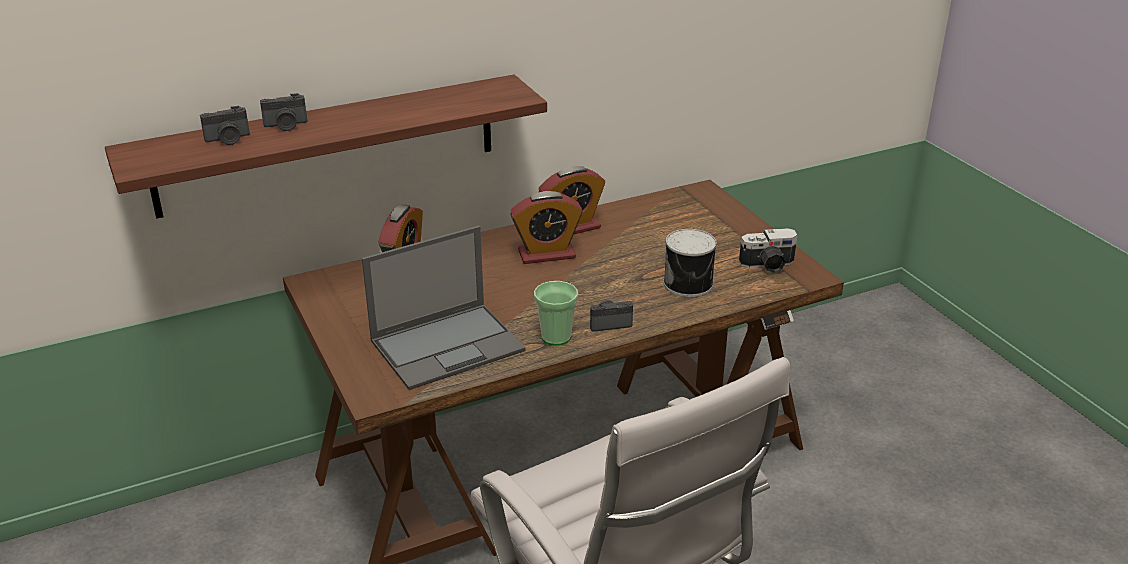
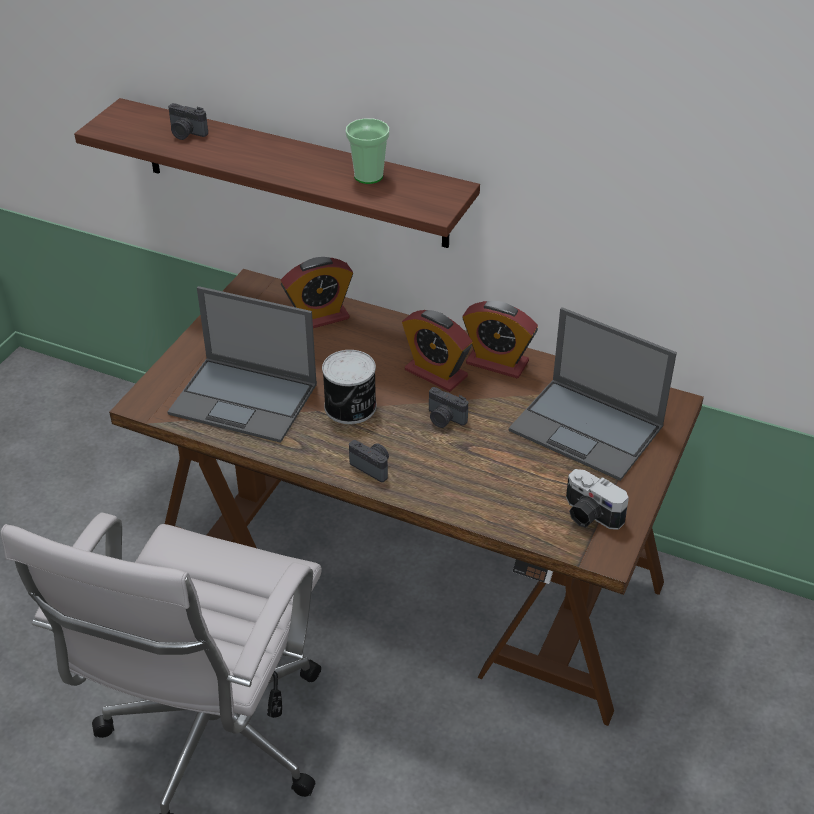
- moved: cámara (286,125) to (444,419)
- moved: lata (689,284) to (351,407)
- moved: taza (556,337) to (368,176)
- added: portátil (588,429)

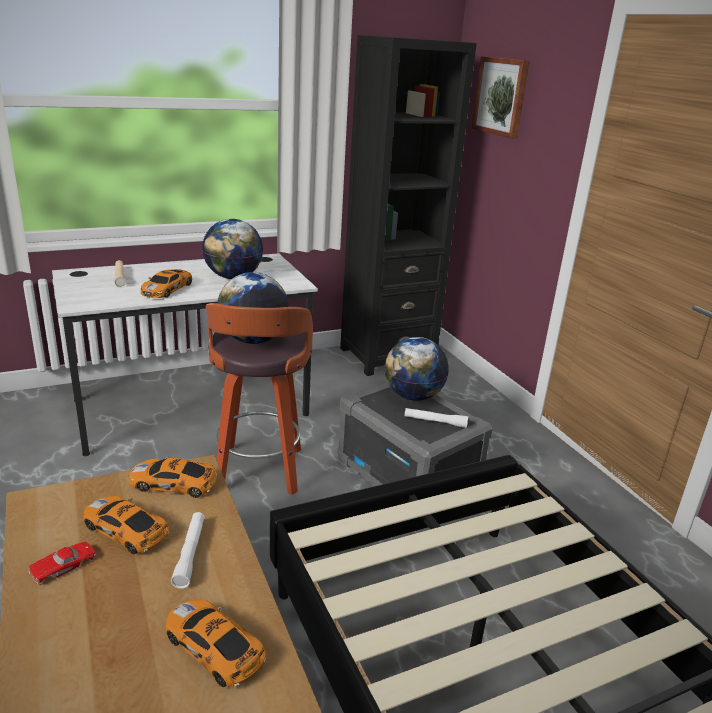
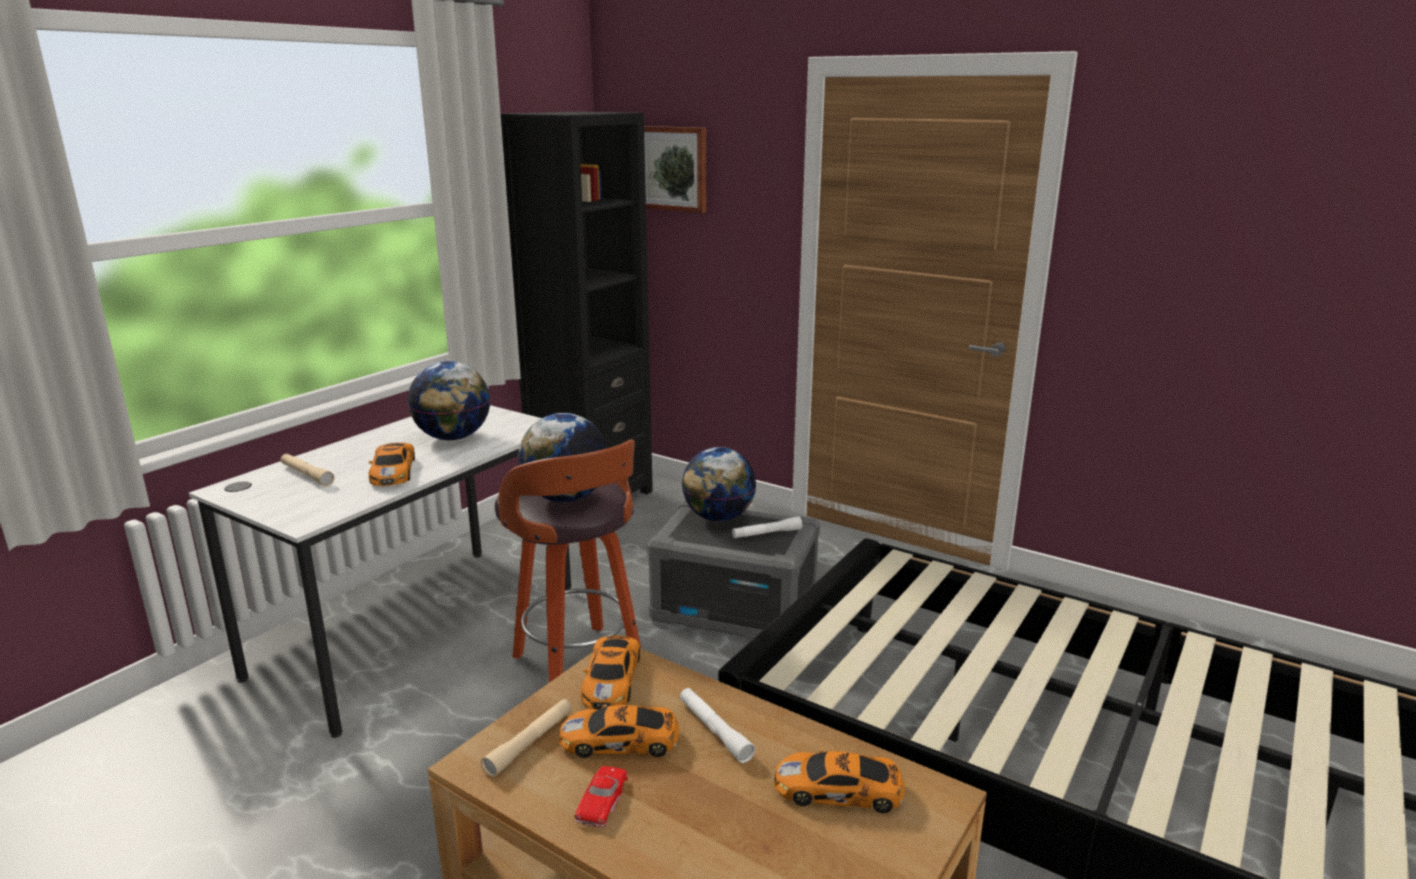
- turned: coche de juguete (175,483) = (612,679) 60 degrees counterclockwise
- added: linterna (beis) (530,743)

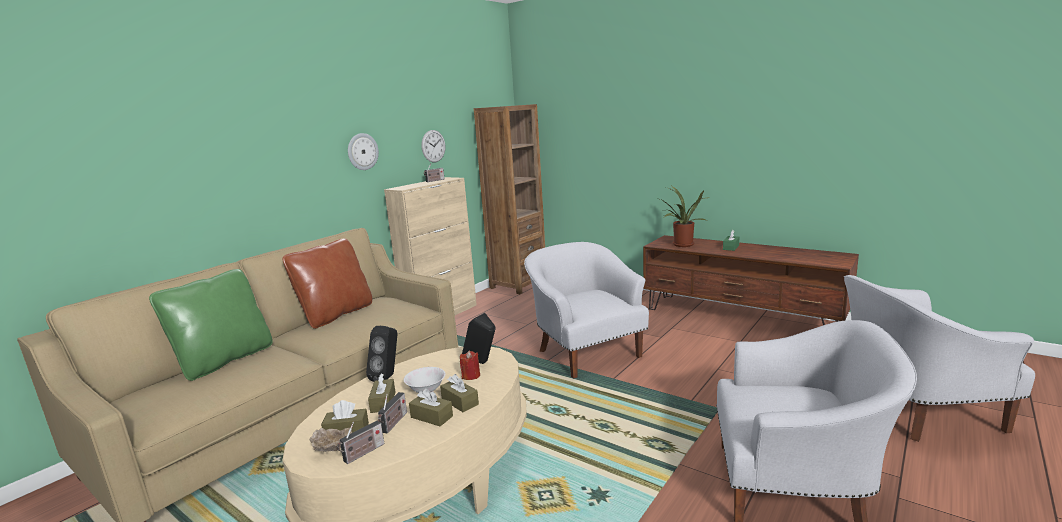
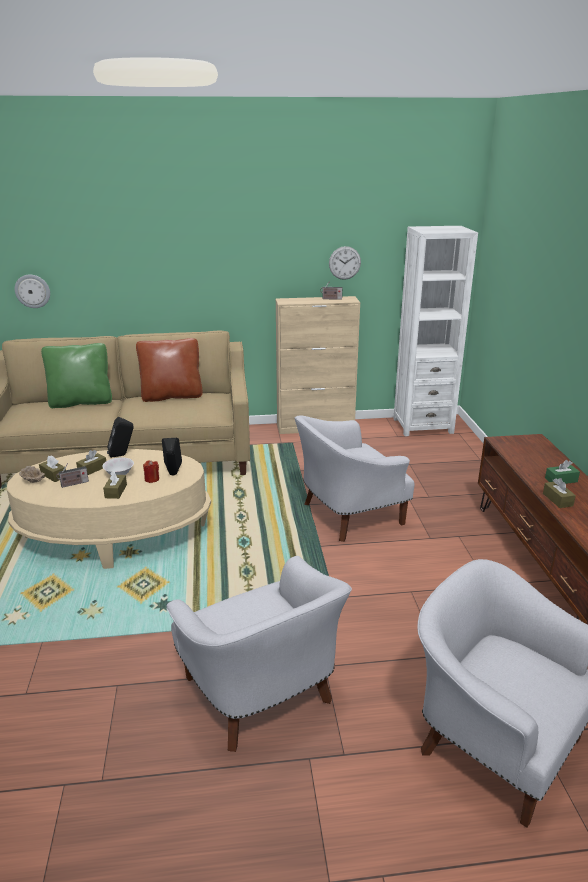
- recoloured: estantería (marrón) (518,284) to estantería (blanco) (422,425)
- moved: reloj de pared (362,151) to (32,291)
- removed: planta en maceta (681,245)
- turned: sillón (blanco) (586,352) = (347,514) 135 degrees counterclockwise
- moved: caja de pañuelos (marrón) (431,417) to (557,499)
- removed: radio (362,454)

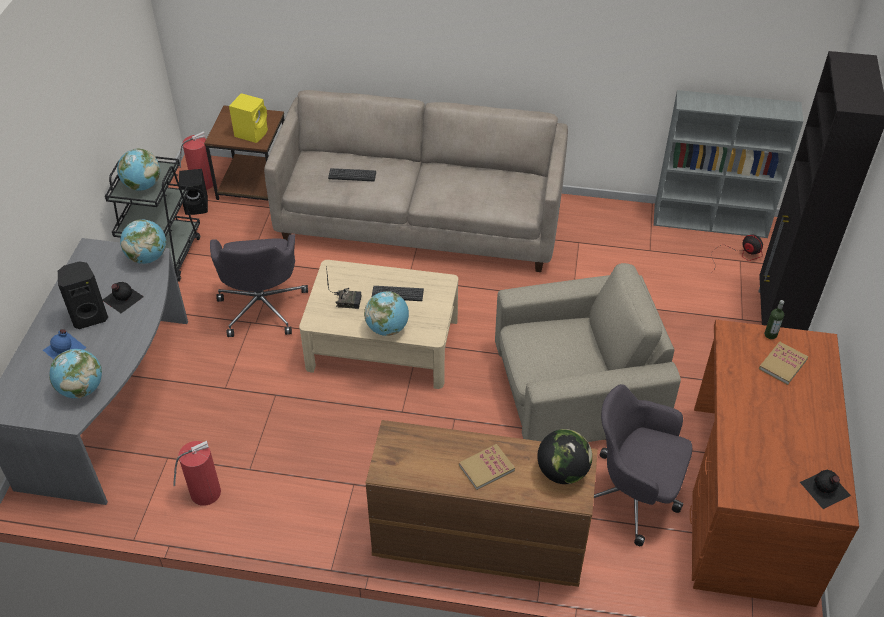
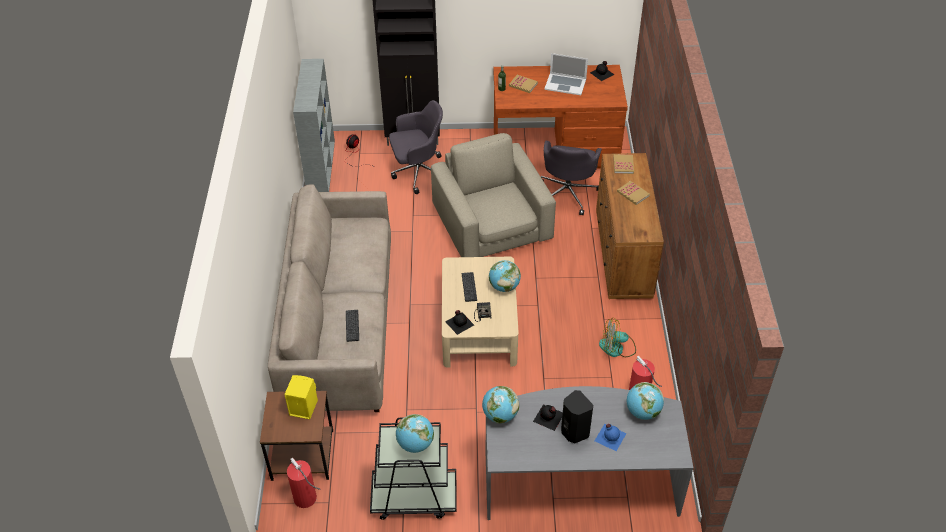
- removed: altavoz (negro) (197,206)
- moved: silla de oficina (gris) (262,306) to (418,172)
- replaced: globo terráqueo (562,472) to libro (623,165)
- added: portátil (565,84)
- added: botella (negro) (459,323)
- added: ventilador (617,348)

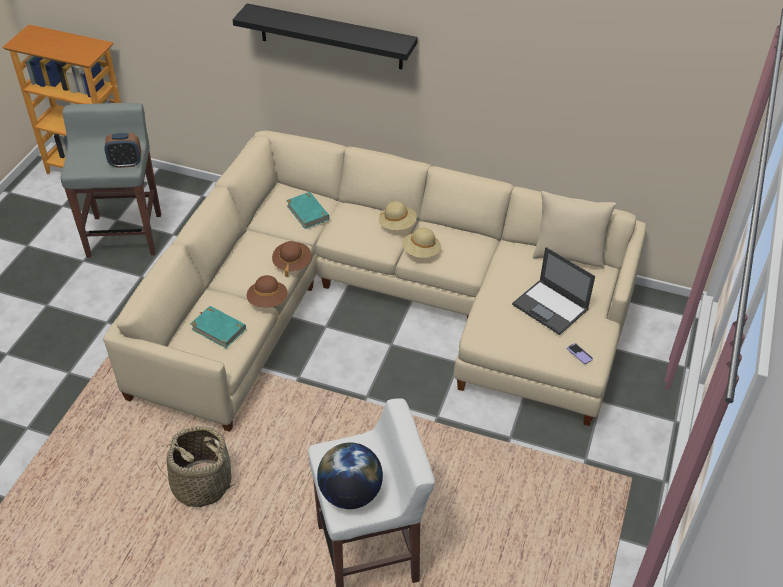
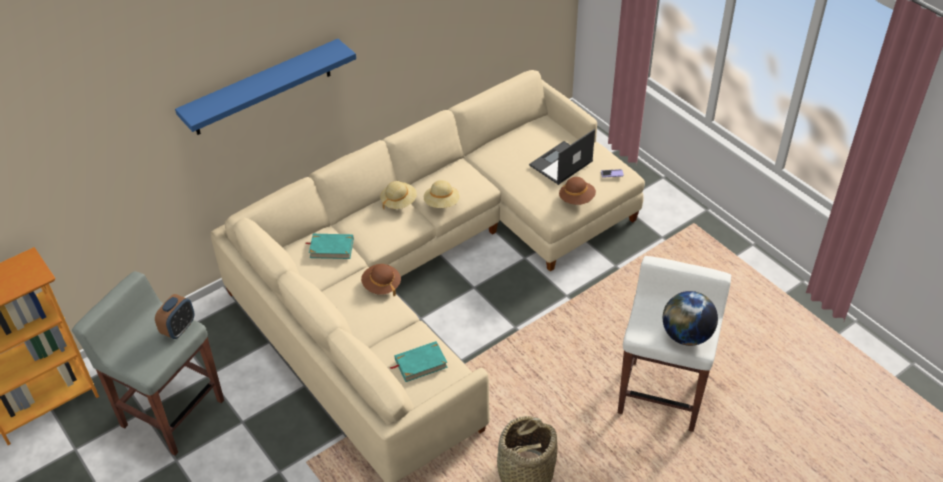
- recoloured: estante (negro) (331,37) to estante (azul) (262,88)
- removed: cojín (beis) (568,255)
- turned: portátil (551,307) = (560,164) 150 degrees clockwise
- moved: sombrero (marrón) (268,301) to (577,199)

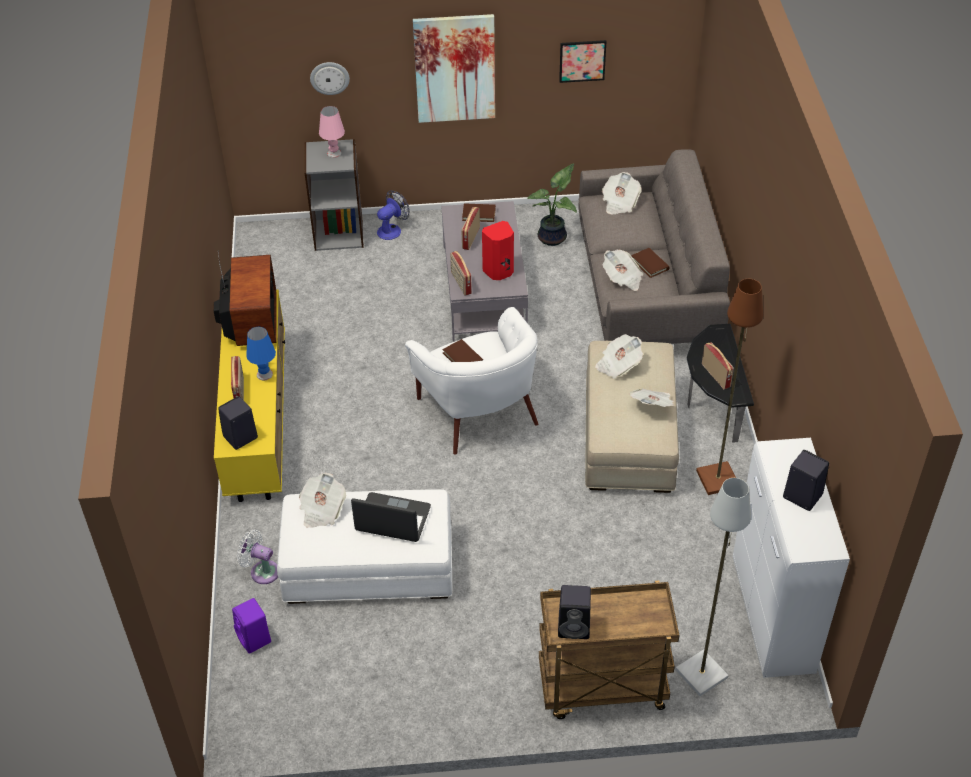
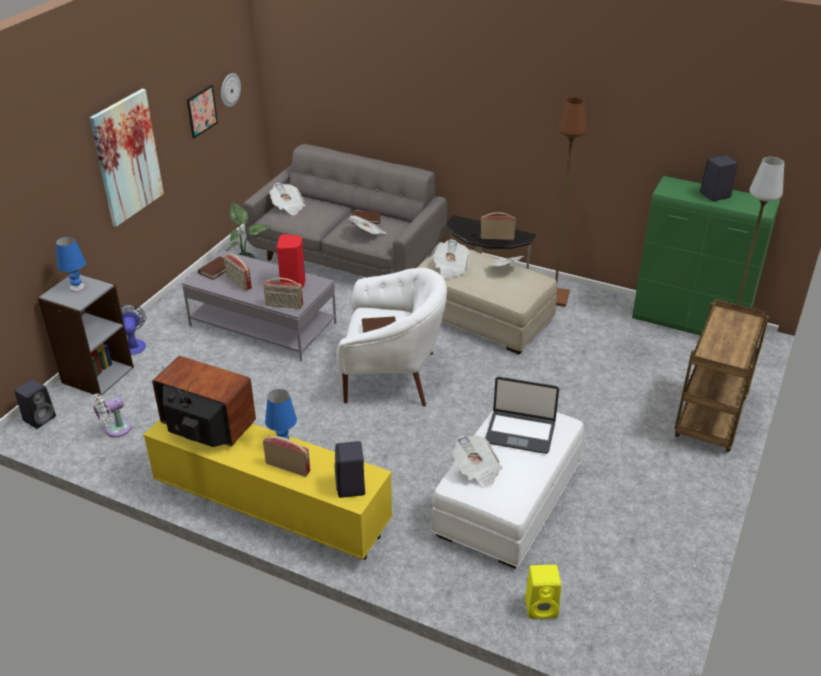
- moved: reloj de pared (329,77) to (230,90)
- recoloured: lámpara de mesa (rosa) (334,153) to lámpara de mesa (azul) (77,287)
- recoloured: armario (blanco) (772,617) to armario (verde) (690,323)
- turned: portátil (392,519) = (520,432) 120 degrees counterclockwise
- moved: ventilador (blanco) (262,571) to (115,429)
- moved: altavoz (negro) (575,626) to (40,418)
- recoloured: altavoz (morado) (255,639) to altavoz (amarillo) (542,607)

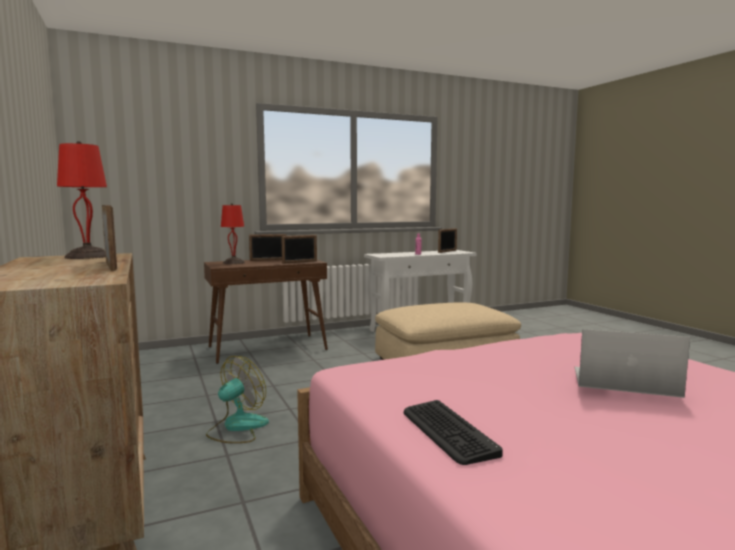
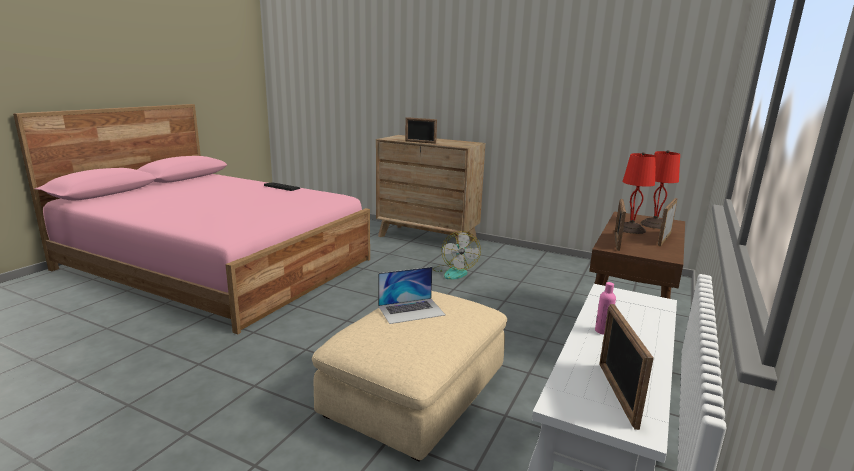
- moved: lámpara de mesa (rojo) (87,256) to (630,229)
- moved: portátil (624,381) to (411,310)

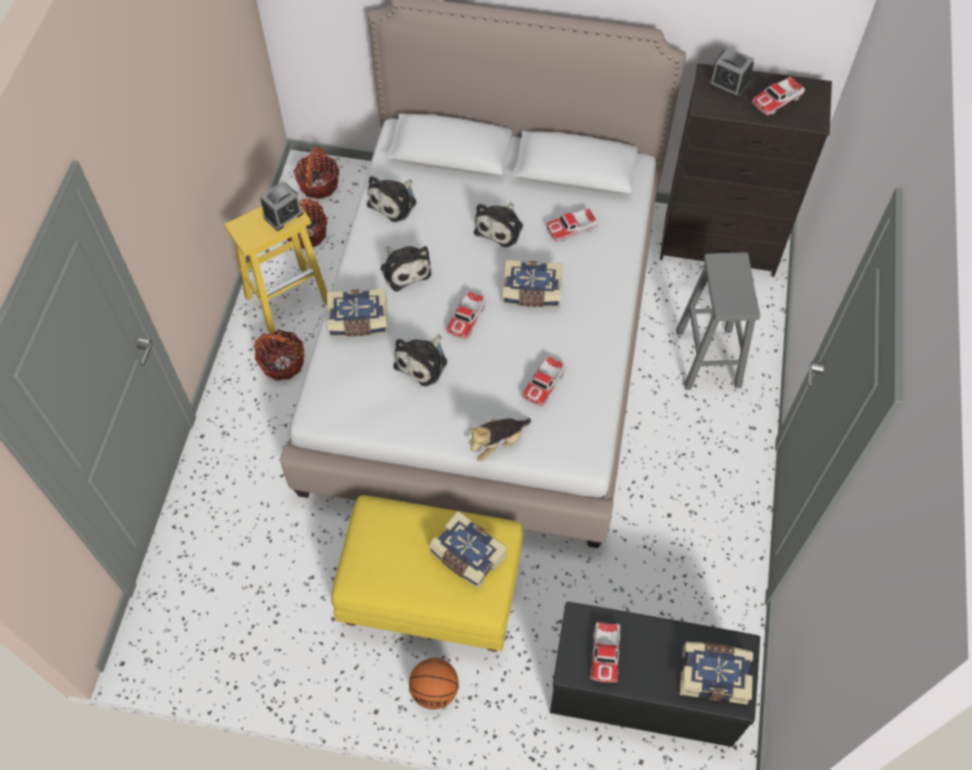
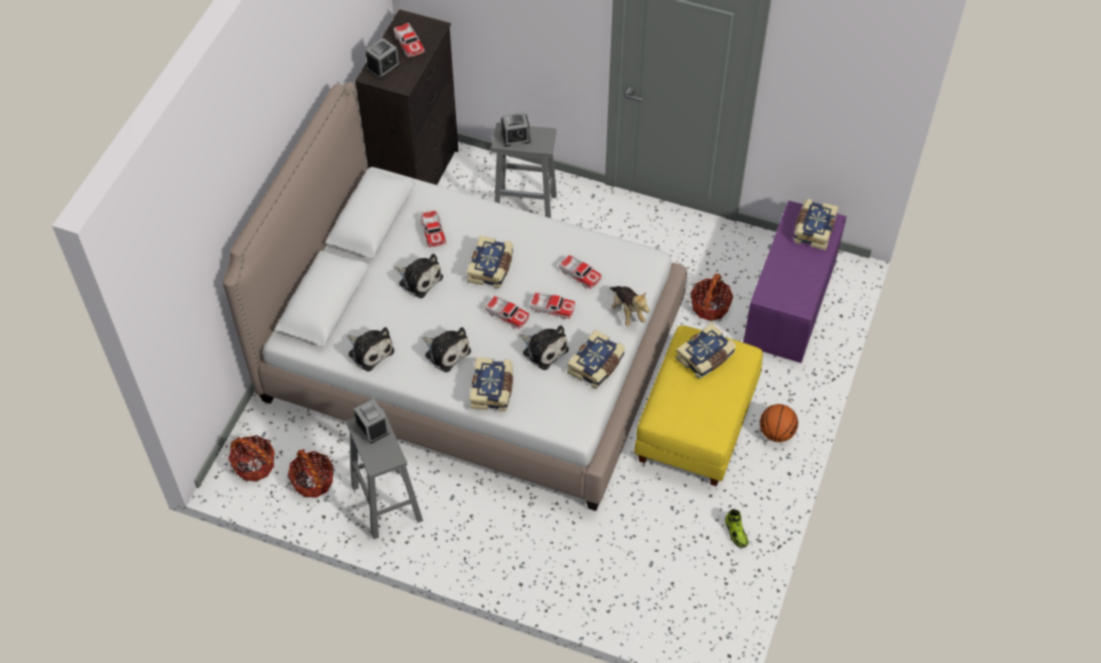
- recoloured: taburete (amarillo) (289,298) to taburete (gris) (386,502)
- turned: peluche (404,269) = (446,352) 60 degrees clockwise
- moved: cesta (282,363) to (710,306)
- recoloured: banco (negro) (643,690) to banco (morado) (790,304)
- moved: coche de juguete (605,653) to (552,308)
- added: despertador (515,137)
- added: libro (597,365)
- added: zapato (736,532)

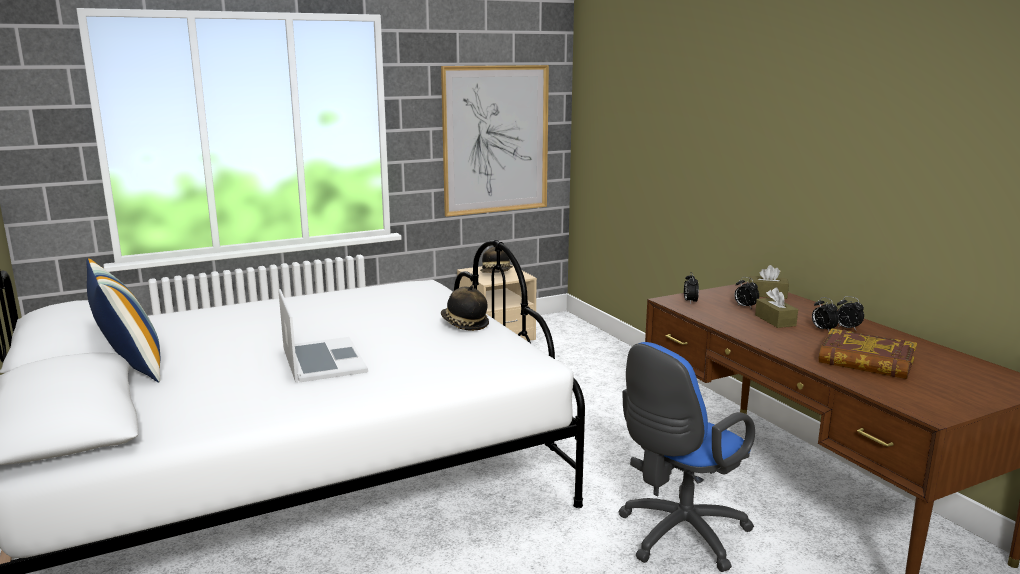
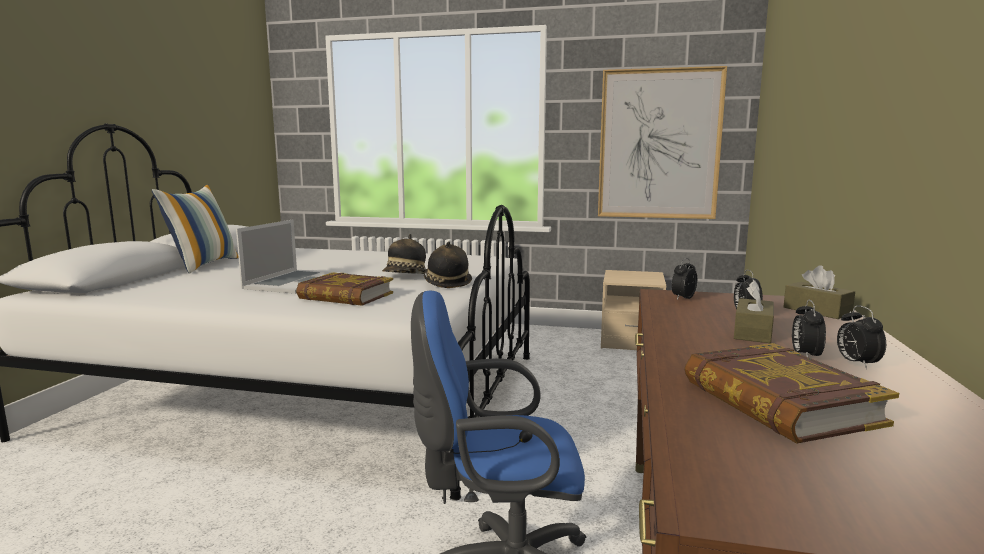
- moved: sombrero (496,273) to (406,276)
- added: libro (345,296)

